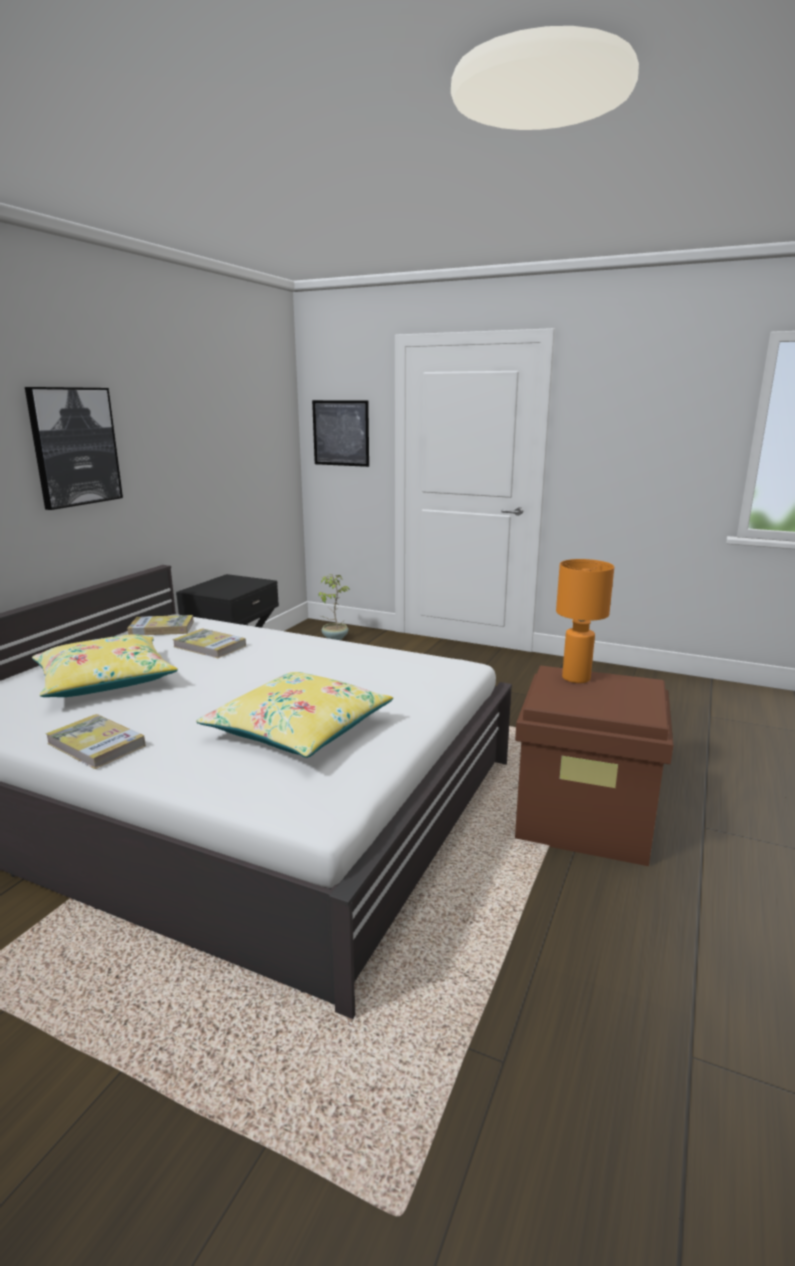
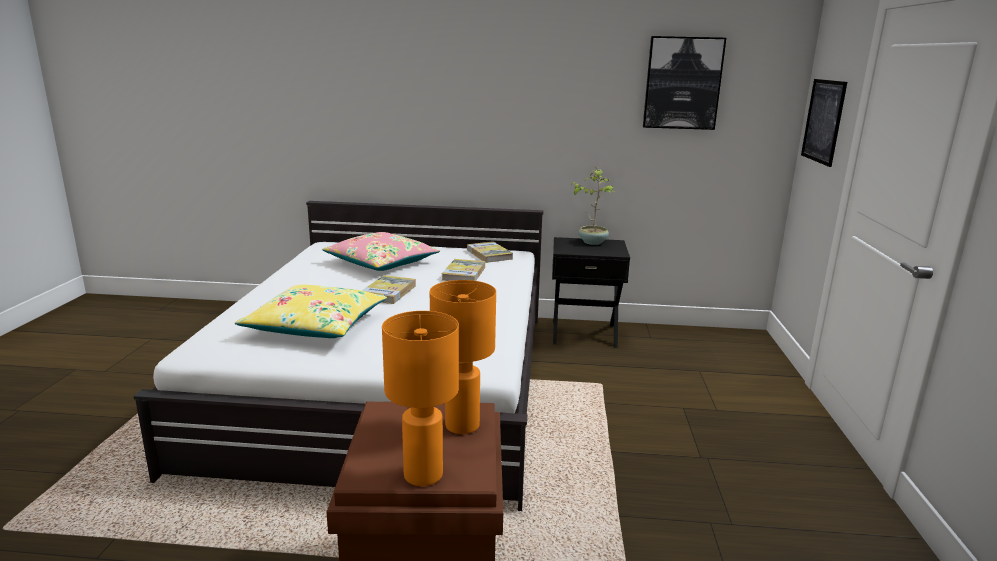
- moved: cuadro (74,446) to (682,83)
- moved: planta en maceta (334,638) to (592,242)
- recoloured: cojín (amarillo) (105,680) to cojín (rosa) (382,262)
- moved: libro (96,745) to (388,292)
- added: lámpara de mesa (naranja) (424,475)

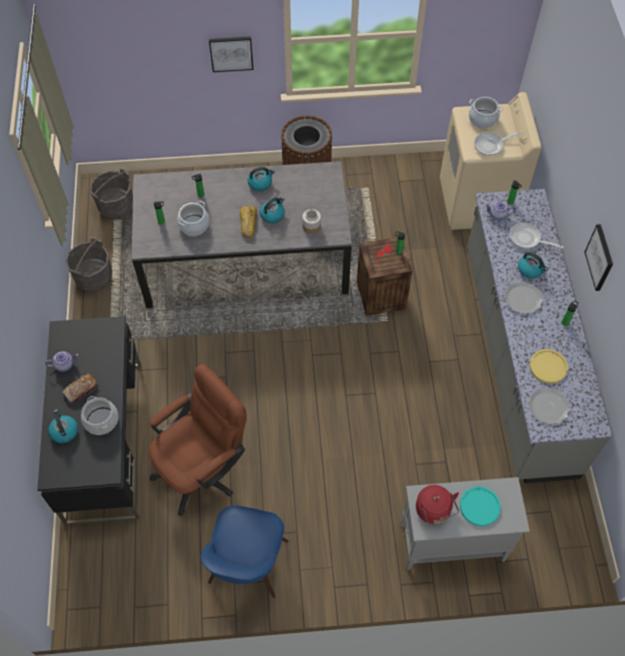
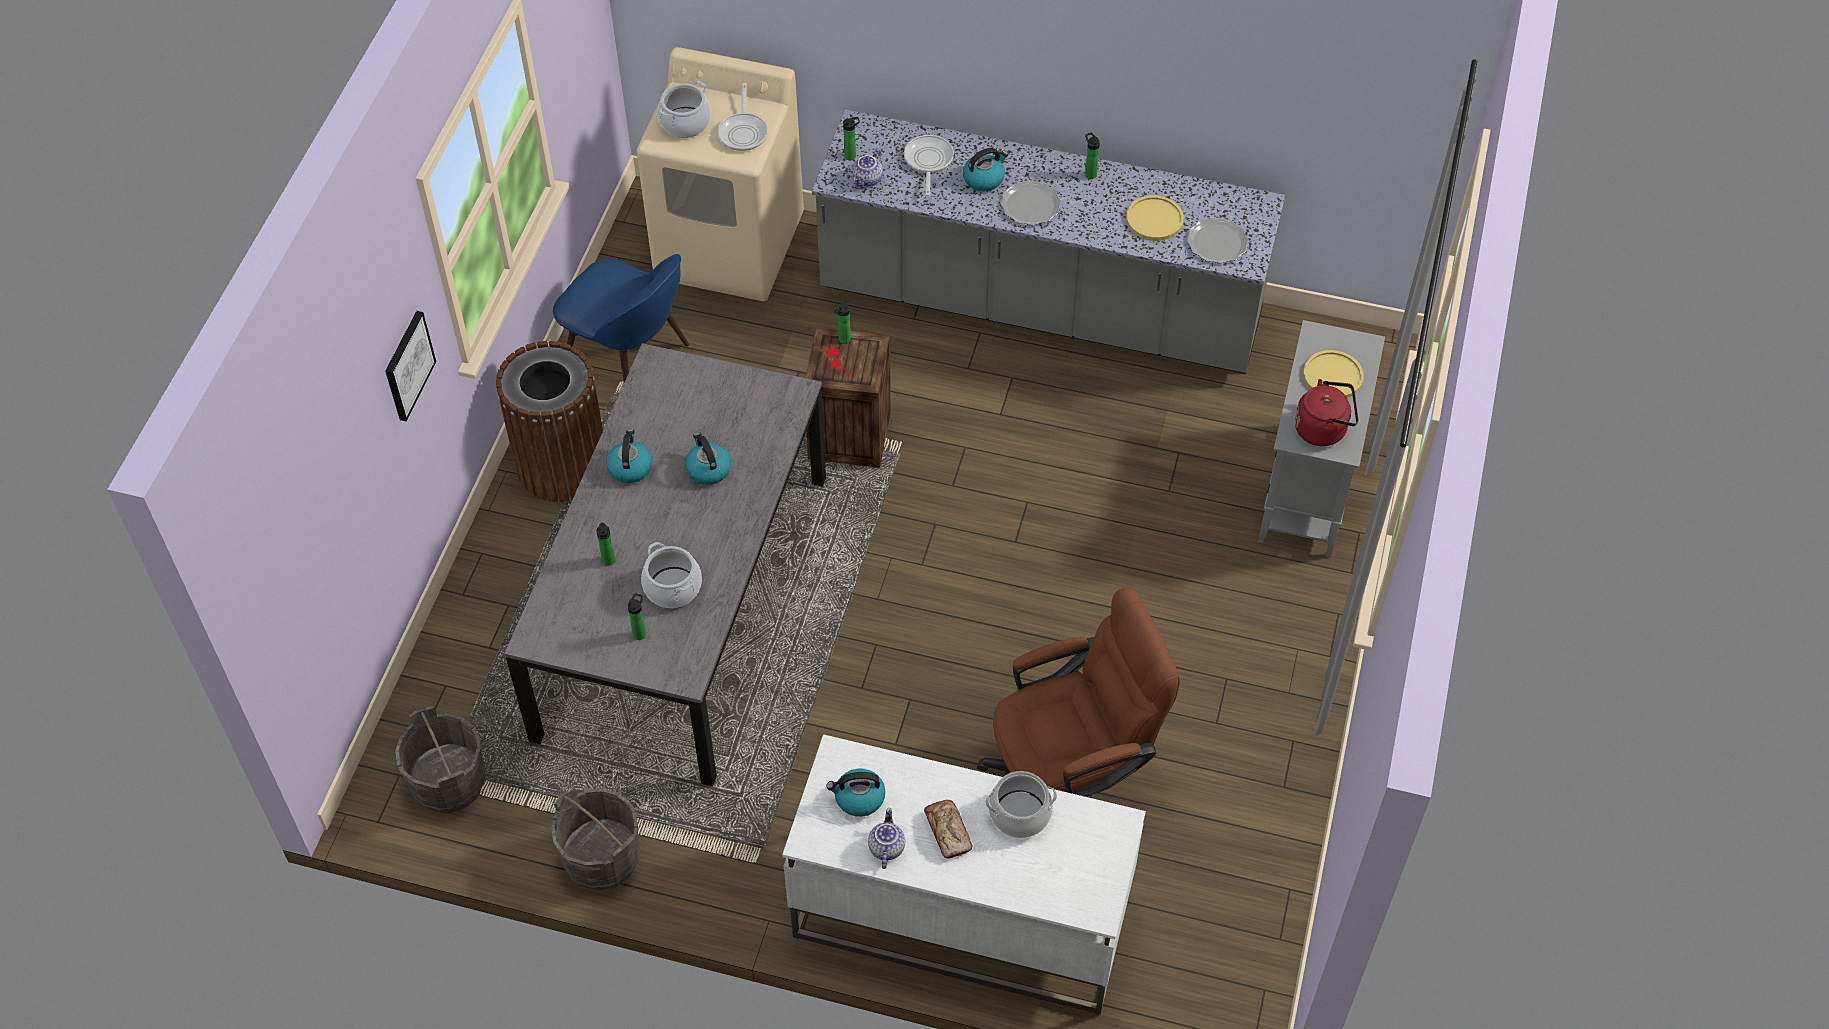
- removed: pan (247,223)
- removed: tarro (311,226)
- turned: sartén (527,239) = (928,162) 135 degrees clockwise
- removed: cuadro (600,257)
- recoloured: escritorio (negro) (104,440) to escritorio (blanco) (960,916)
- turned: silla de oficina (marrón) (203,468) = (1071,778) 90 degrees clockwise
- moved: hervidor (64,431) to (858,798)
- recoloured: plato (turquesa) (479,506) to plato (amarillo) (1332,376)
- moved: silla (azul) (247,565) to (630,361)

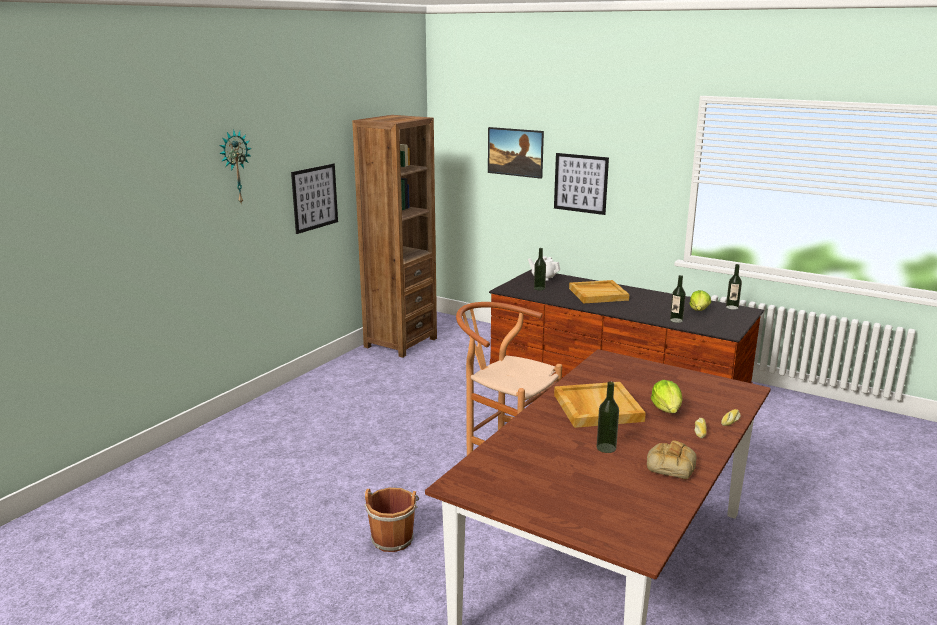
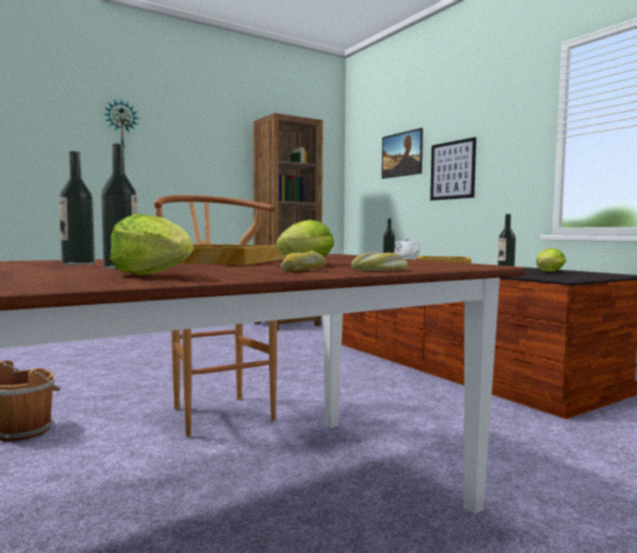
- removed: cuadro (315,198)
- moved: botella (732,307) to (78,264)
- replaced: pan (670,465) to lechuga (155,275)

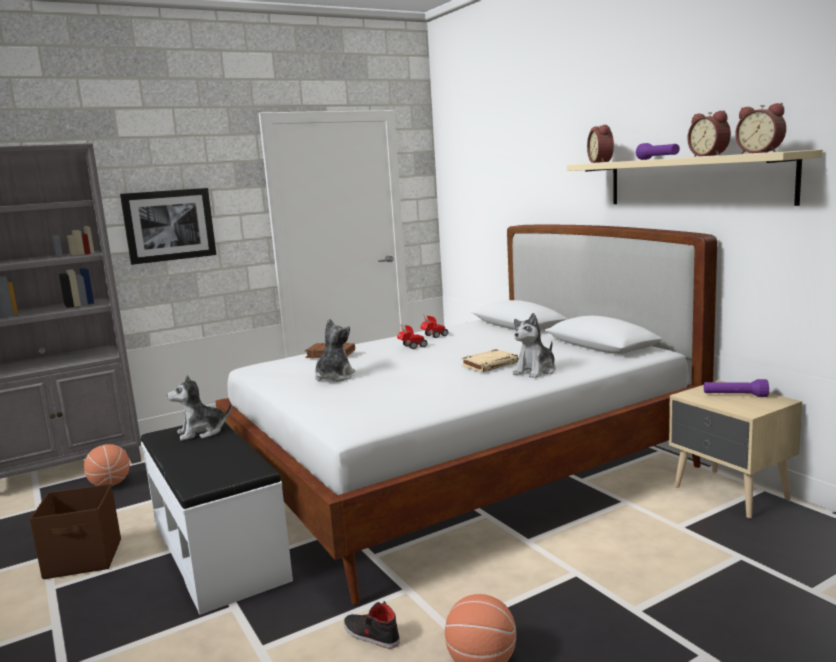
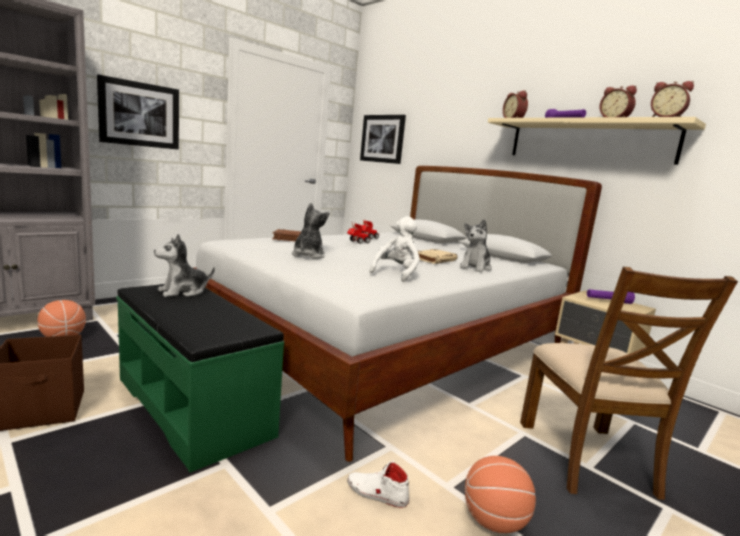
- recoloured: banco (blanco) (220,551) to banco (verde) (194,405)
- recoloured: zapato (negro) (370,635) to zapato (blanco) (376,493)
- added: cuadro (382,139)
- added: peluche (blanco) (396,273)
- added: silla (marrón) (587,457)

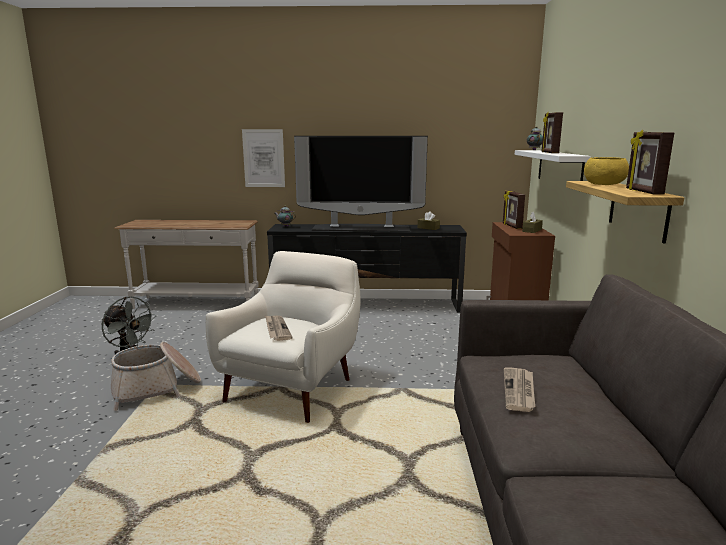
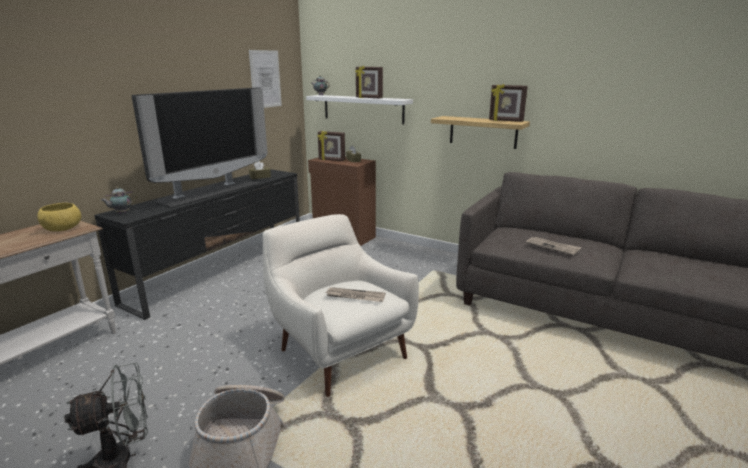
- moved: cuadro (263,158) to (265,79)
- moved: cuenco (amarillo) (603,184) to (62,228)

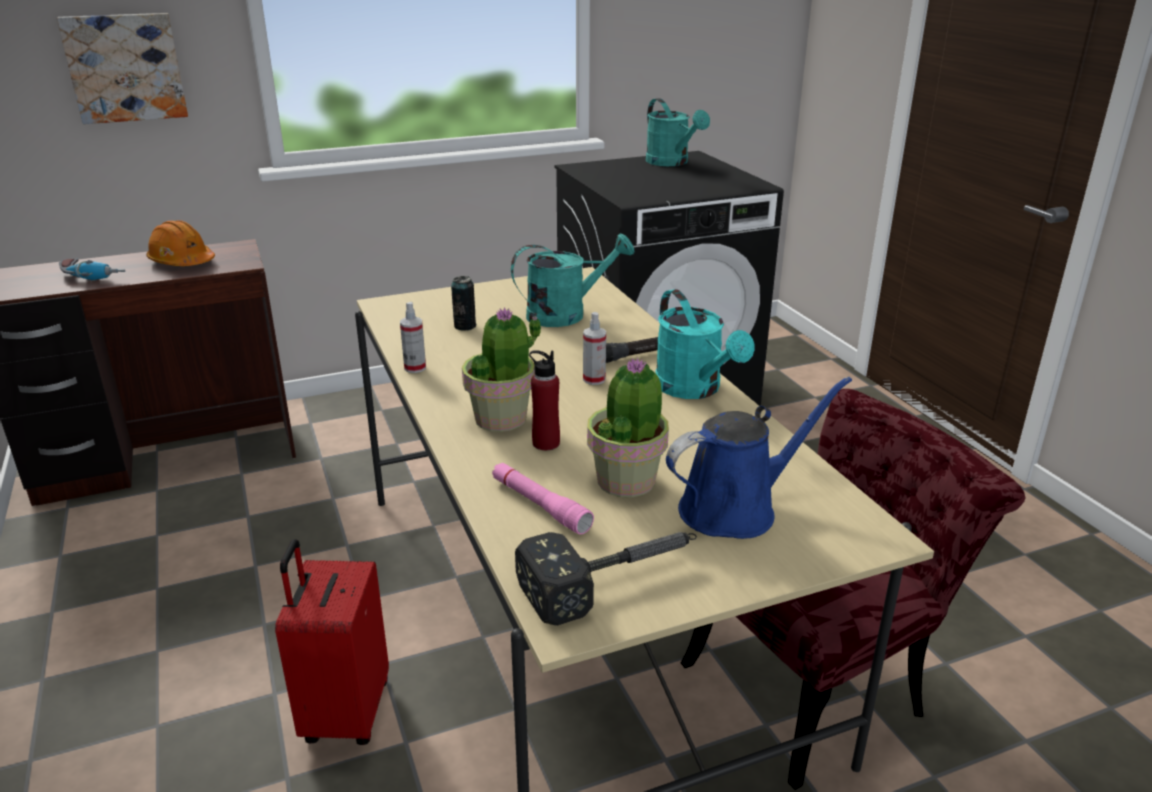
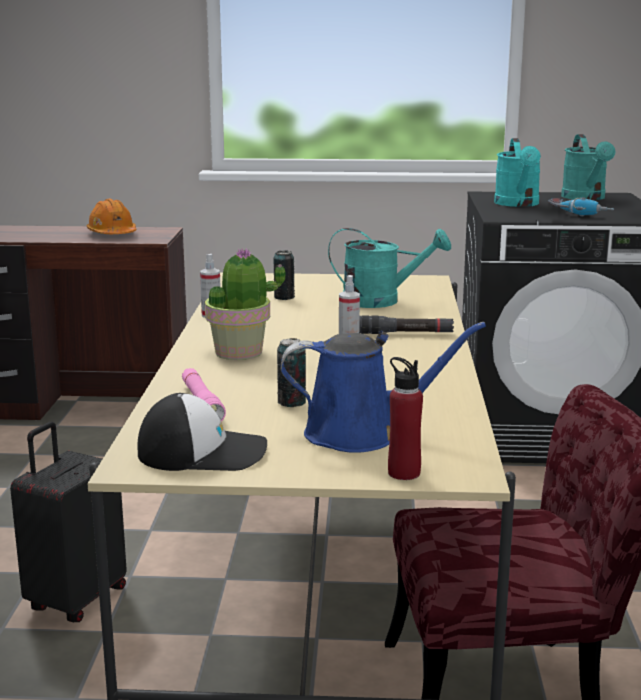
- removed: cuadro (125,67)
- moved: taladro (93,276) to (579,214)
- moved: regadera (turquesa) (695,389) to (518,204)
- moved: botella (rojo) (546,443) to (404,473)
- replaced: planta en maceta (627,480) to lata (291,402)
- replaced: martillo (615,578) to gorra (203,452)
- recoloured: maleta (rojo) (344,713) to maleta (negro) (75,599)

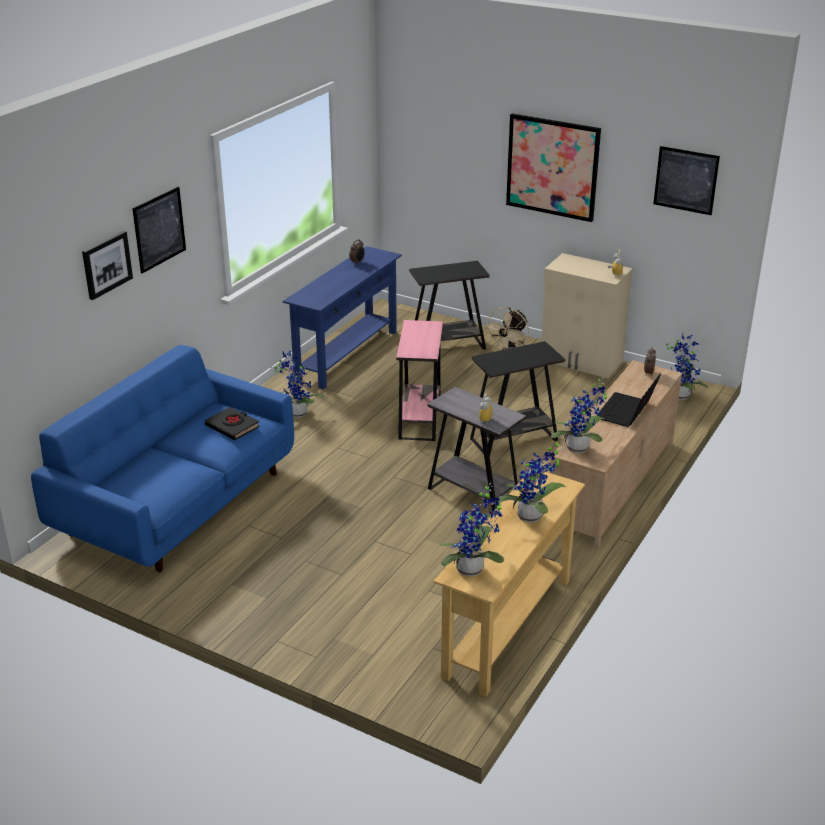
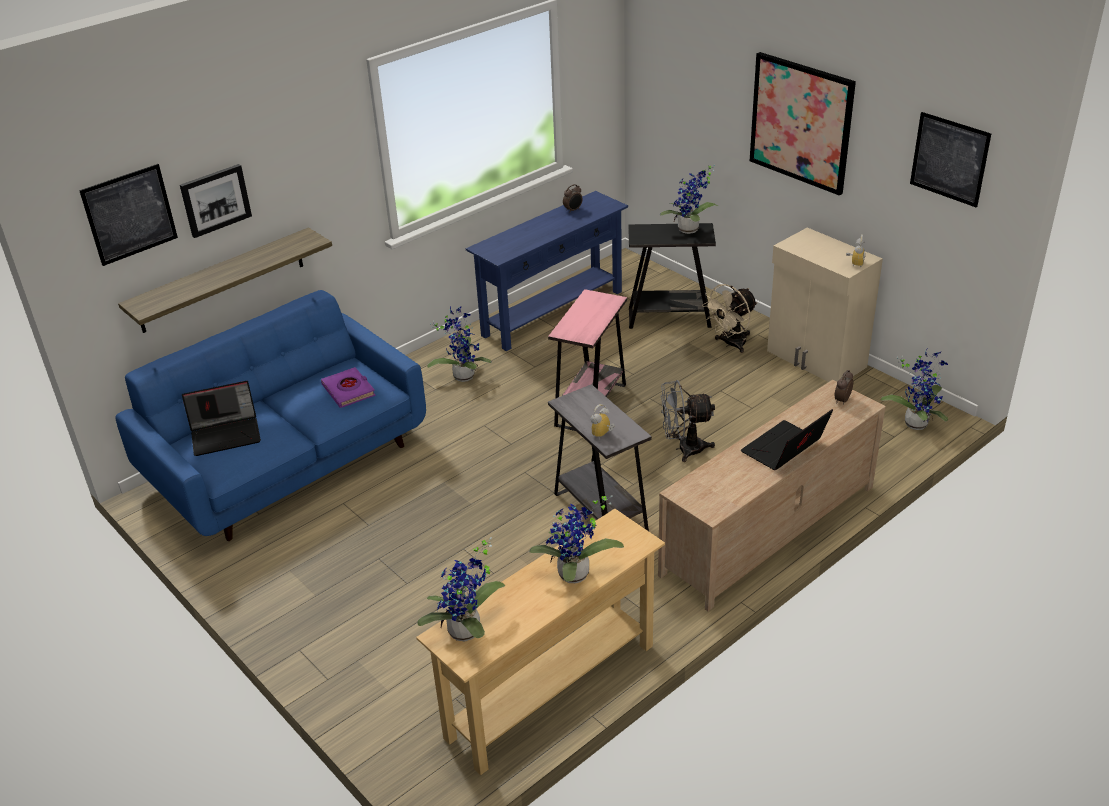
- moved: cuadro (159,229) to (129,214)
- replaced: mesa auxiliar (negro) (514,440) to ventilador (gris) (683,449)
- moved: planta en maceta (580,449) to (690,231)
- recoloured: libro (negro) (232,426) to libro (morado) (349,391)
- added: estante (221,280)
- added: portátil (226,434)

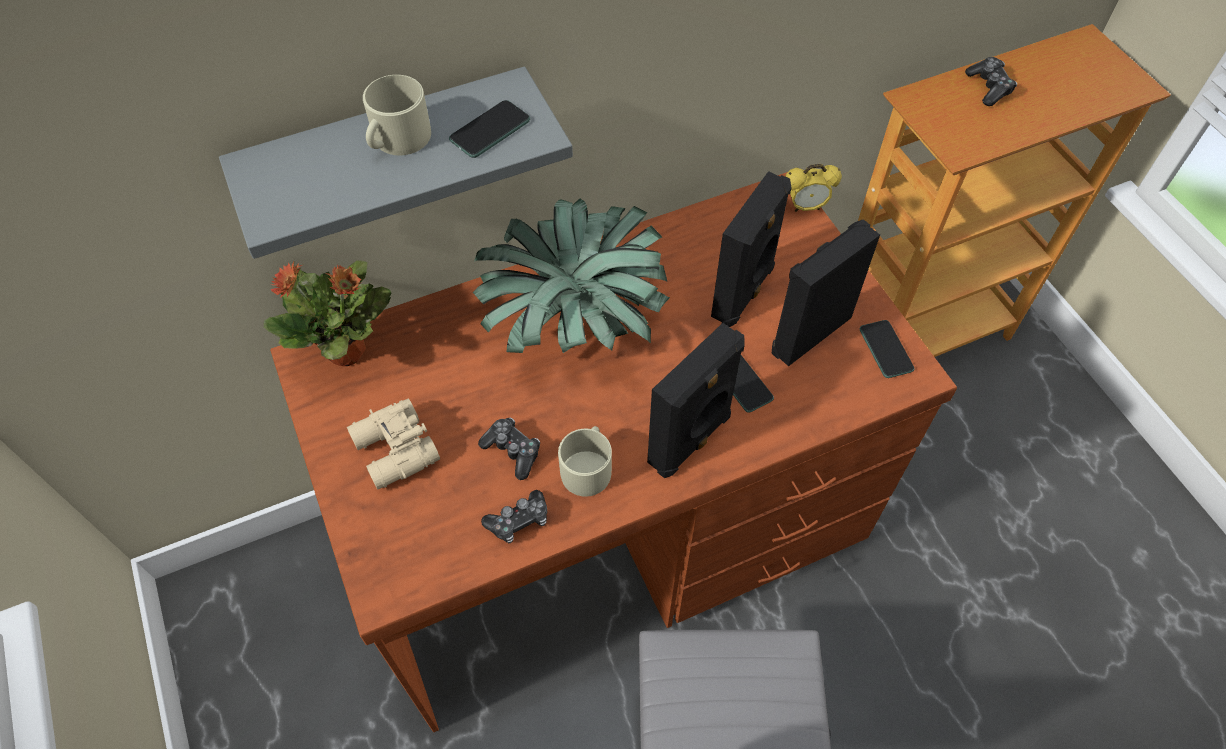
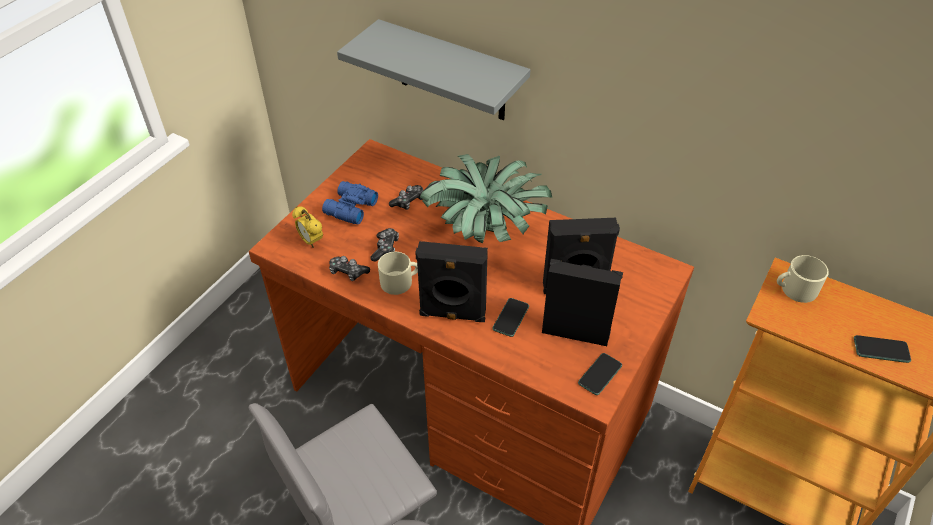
- moved: mando de consola (989,87) to (408,201)
- moved: taza grande (beis) (397,140) to (794,289)
- moved: móvil (490,130) to (881,350)
- moved: despertador (806,207) to (311,241)
- removed: planta en maceta (348,351)
- recoloured: prismáticos (beis) (394,452) to prismáticos (azul) (349,208)

